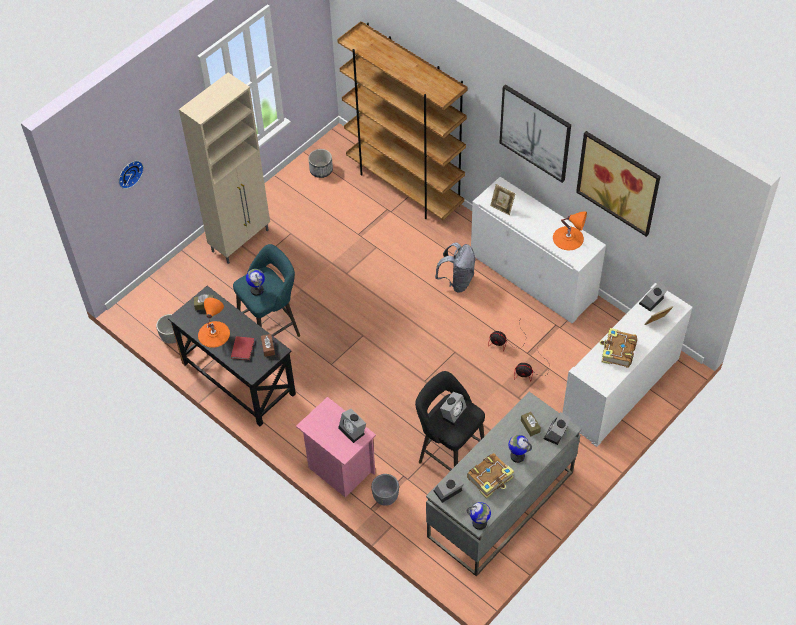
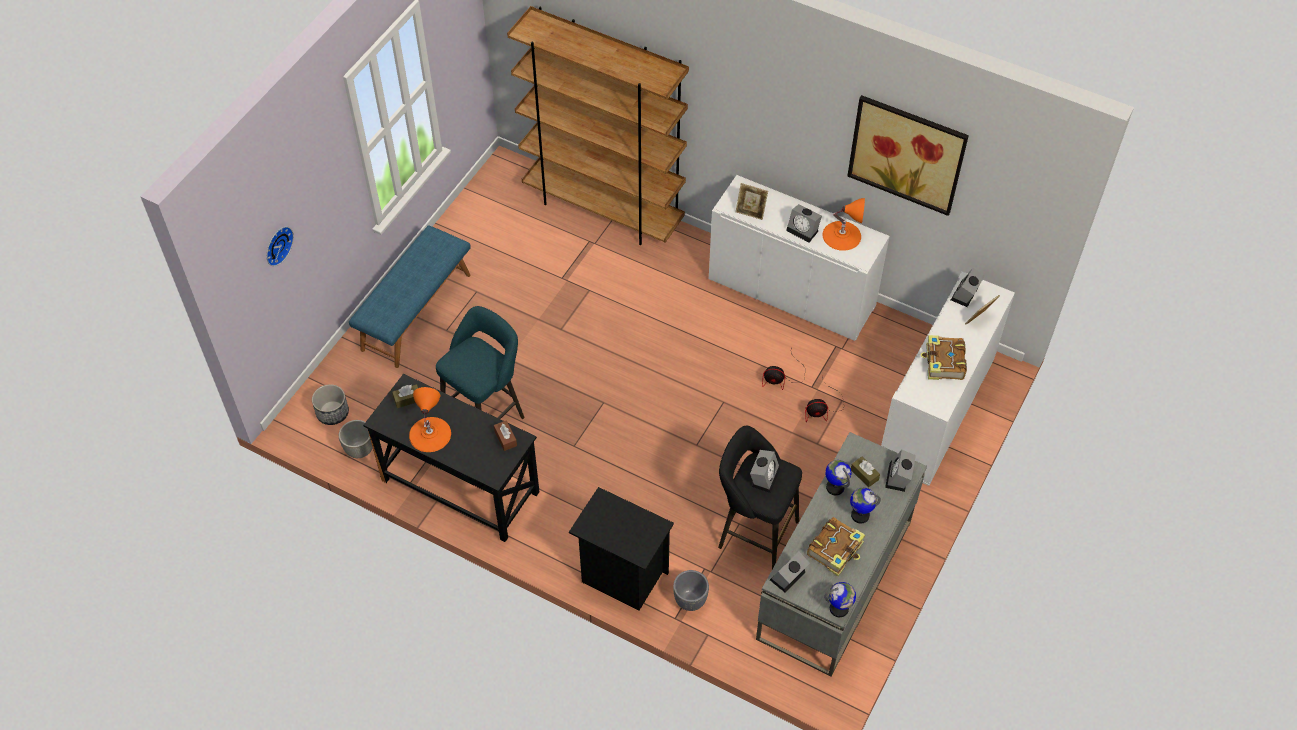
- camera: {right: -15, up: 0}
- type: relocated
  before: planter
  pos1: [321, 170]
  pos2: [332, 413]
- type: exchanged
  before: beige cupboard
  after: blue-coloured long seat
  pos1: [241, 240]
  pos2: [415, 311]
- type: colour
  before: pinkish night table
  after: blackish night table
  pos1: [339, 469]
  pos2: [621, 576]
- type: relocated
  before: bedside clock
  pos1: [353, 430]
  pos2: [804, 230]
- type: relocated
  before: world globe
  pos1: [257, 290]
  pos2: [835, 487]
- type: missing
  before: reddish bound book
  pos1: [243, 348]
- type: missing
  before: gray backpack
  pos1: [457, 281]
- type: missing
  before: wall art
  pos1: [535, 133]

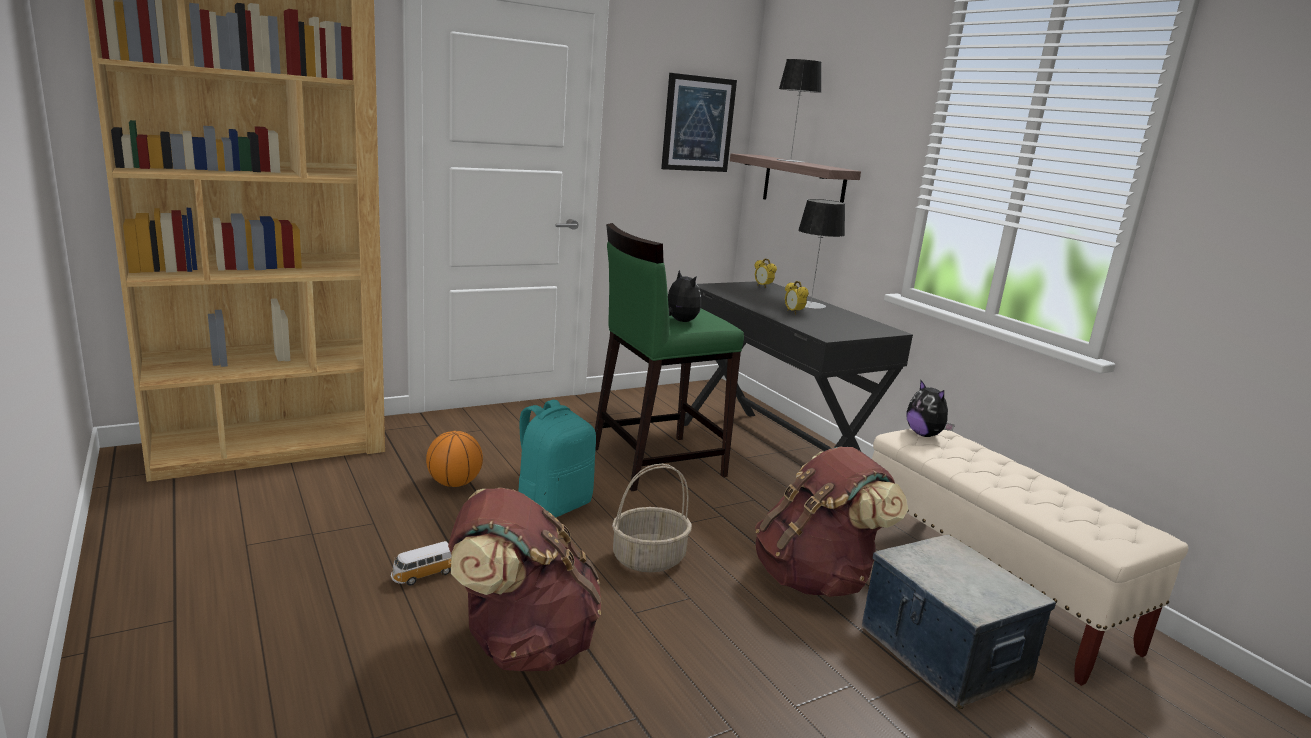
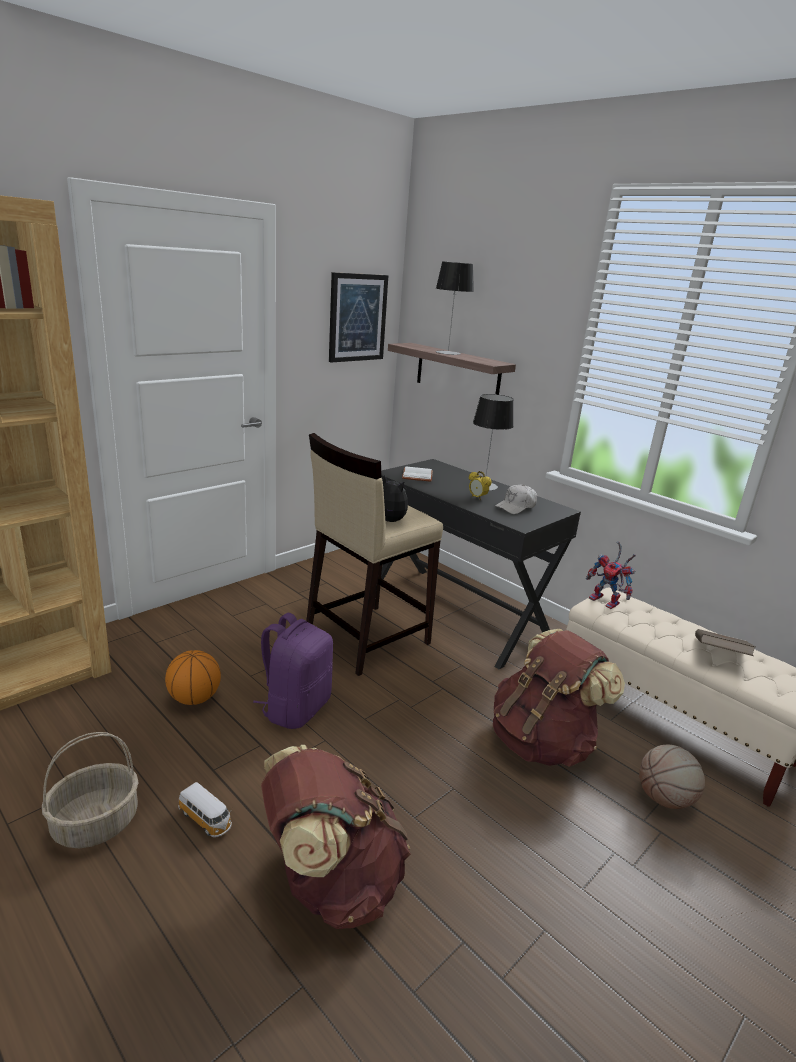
- camera: {right: -15, up: 5}
- type: relocated
  before: storage basket
  pos1: [649, 558]
  pos2: [96, 823]
- type: spun
  before: miniature car
  pos1: [423, 575]
  pos2: [206, 819]
  turn: -90
- type: colour
  before: turquoise-coloured backpack
  after: purplish backpack
  pos1: [552, 506]
  pos2: [295, 708]
- type: colour
  before: green-coloured stool seat
  after: beige stool seat
  pos1: [655, 462]
  pos2: [365, 638]
- type: appeared
  after: white bound book
  pos2: [418, 476]
- type: appeared
  after: white cap
  pos2: [516, 507]
- type: exchanged
  before: cuddly toy
  after: toy robot
  pos1: [925, 435]
  pos2: [607, 602]
- type: exchanged
  before: storage bin
  after: basketball ball
  pos1: [942, 653]
  pos2: [664, 799]
- type: appeared
  after: brown bound book
  pos2: [718, 655]
- type: missing
  before: bedside clock
  pos1: [763, 286]

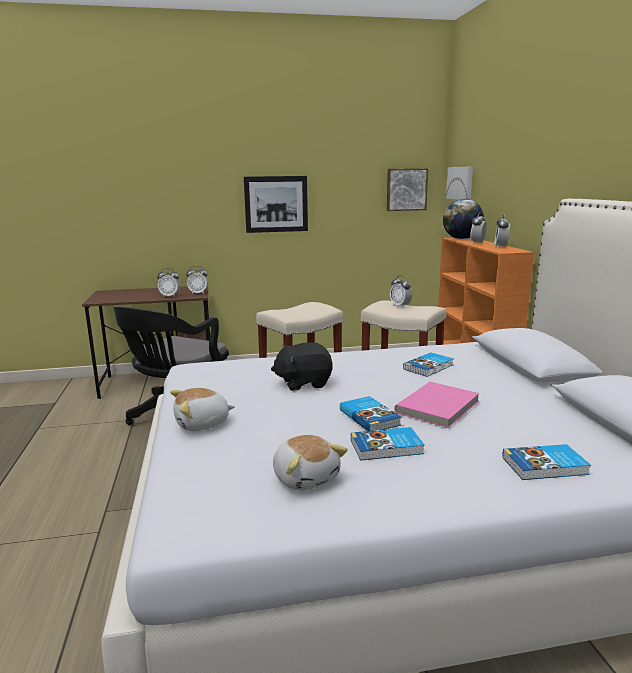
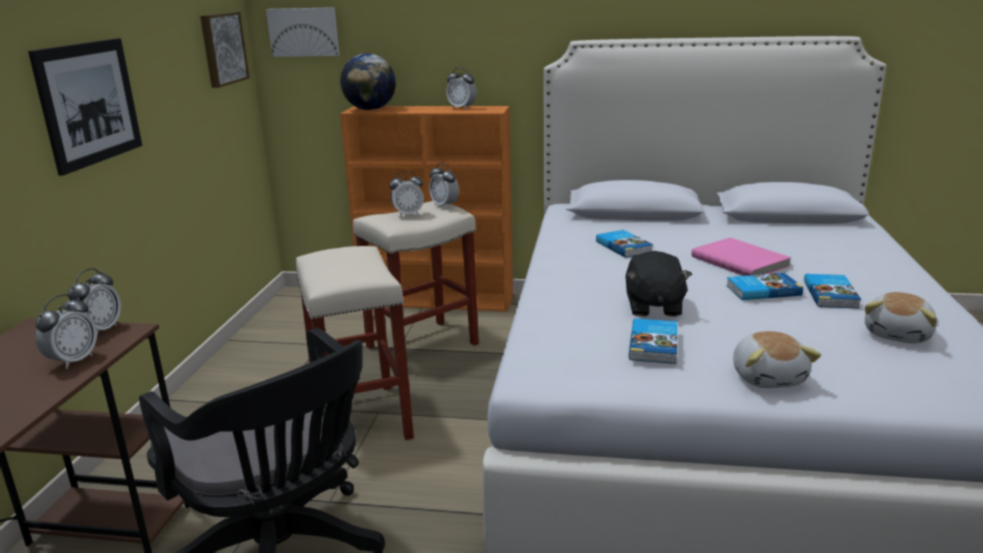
- camera: {right: -70, up: 5}
- type: relocated
  before: bedside clock
  pos1: [477, 243]
  pos2: [444, 205]
- type: relocated
  before: bound book
  pos1: [545, 466]
  pos2: [655, 344]
- type: spun
  before: cuddly toy
  pos1: [306, 477]
  pos2: [899, 334]
  turn: 135

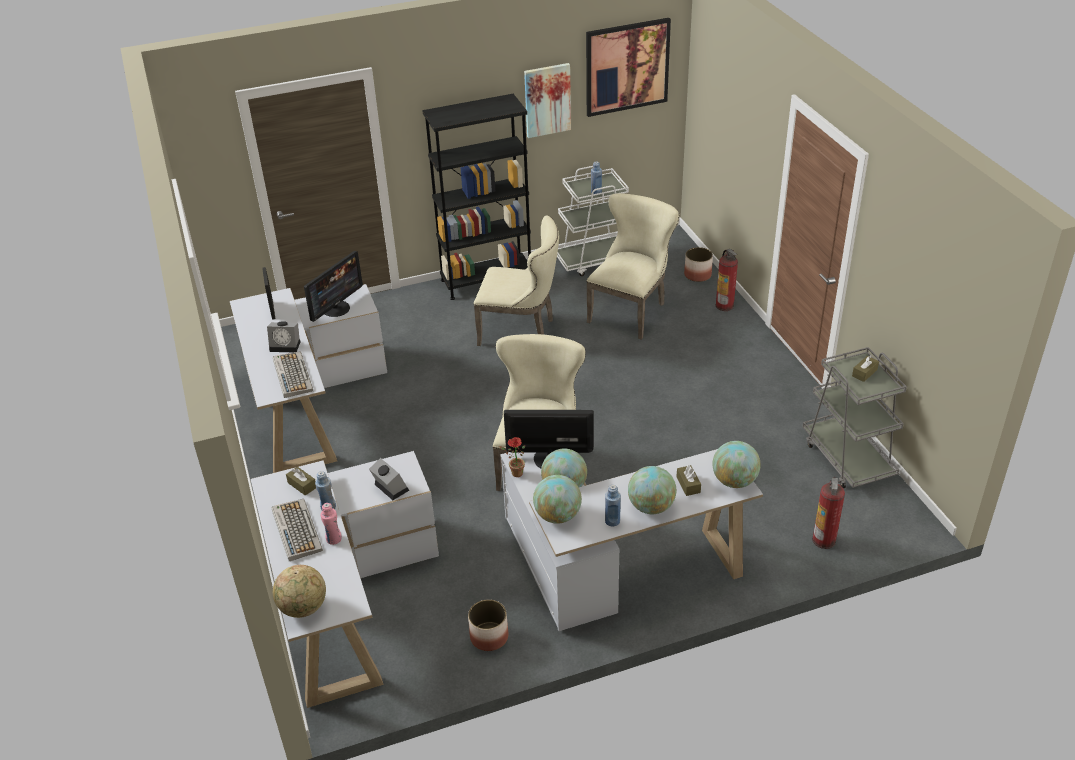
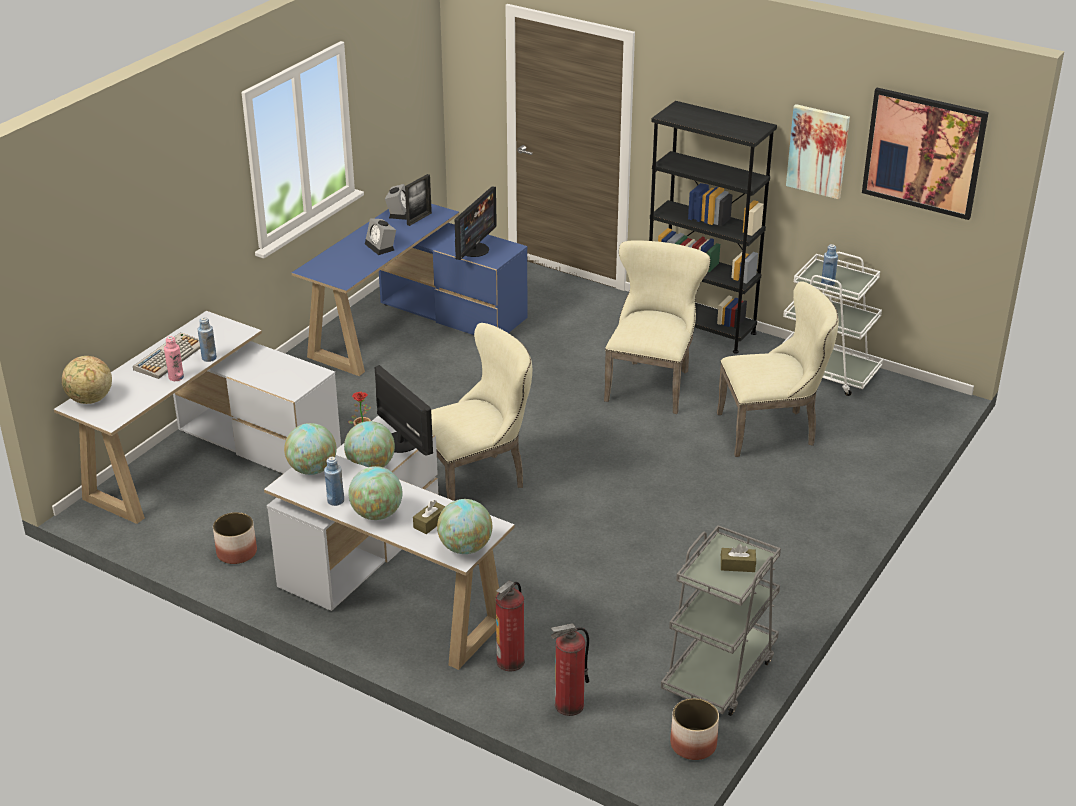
- camera: {right: 50, up: -5}
- type: colour
  before: white desk unit
  after: blue-coloured desk unit
  pos1: [307, 403]
  pos2: [411, 326]
- type: relocated
  before: bedside clock
  pos1: [389, 487]
  pos2: [399, 212]
- type: spun
  before: computer display
  pos1: [336, 308]
  pos2: [474, 249]
  turn: -60
- type: relocated
  before: fire extinguisher
  pos1: [725, 305]
  pos2: [510, 661]
- type: spun
  before: beige plain chair
  pos1: [521, 331]
  pos2: [651, 383]
  turn: -135
- type: relocated
  before: planter
  pos1: [698, 275]
  pos2: [693, 745]
- type: missing
  before: computer keyboard
  pos1: [292, 375]
- type: missing
  before: brown tissue box
  pos1: [302, 485]

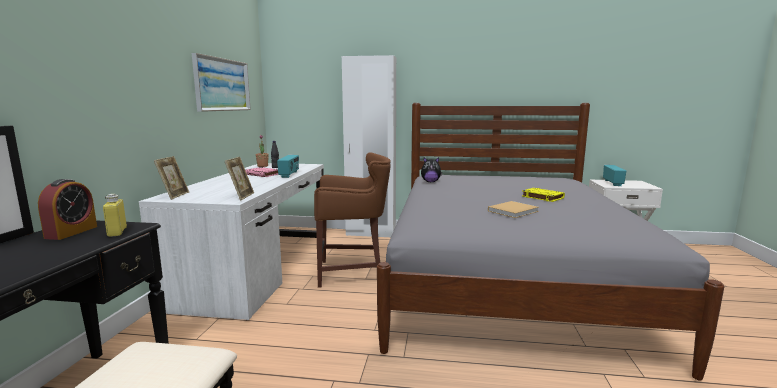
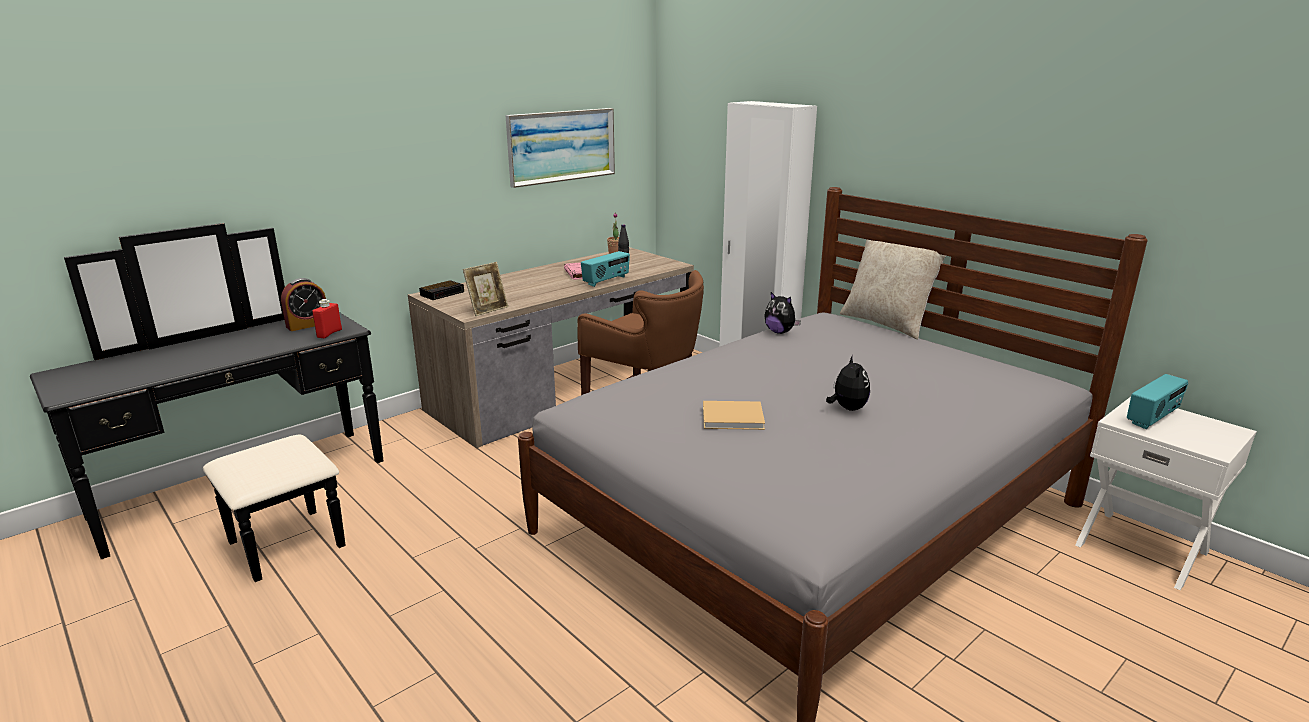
- camera: {right: 40, up: 10}
- type: colour
  before: yellow-coloured bottle
  after: reddish bottle
  pos1: [117, 232]
  pos2: [329, 333]
- type: colour
  before: white desk unit
  after: brown desk unit
  pos1: [259, 267]
  pos2: [564, 390]
- type: exchanged
  before: picture frame
  after: bedside clock
  pos1: [174, 195]
  pos2: [443, 293]
- type: exchanged
  before: yellow-coloured bound book
  after: cuddly toy
  pos1: [542, 197]
  pos2: [847, 408]
- type: appeared
  after: beige cushion
  pos2: [887, 323]

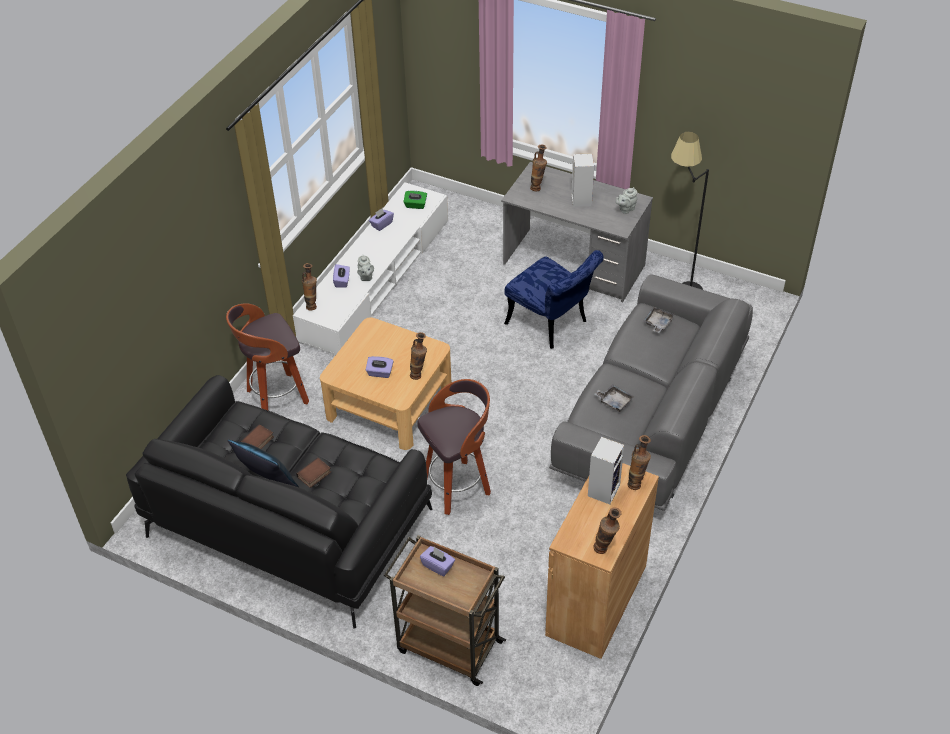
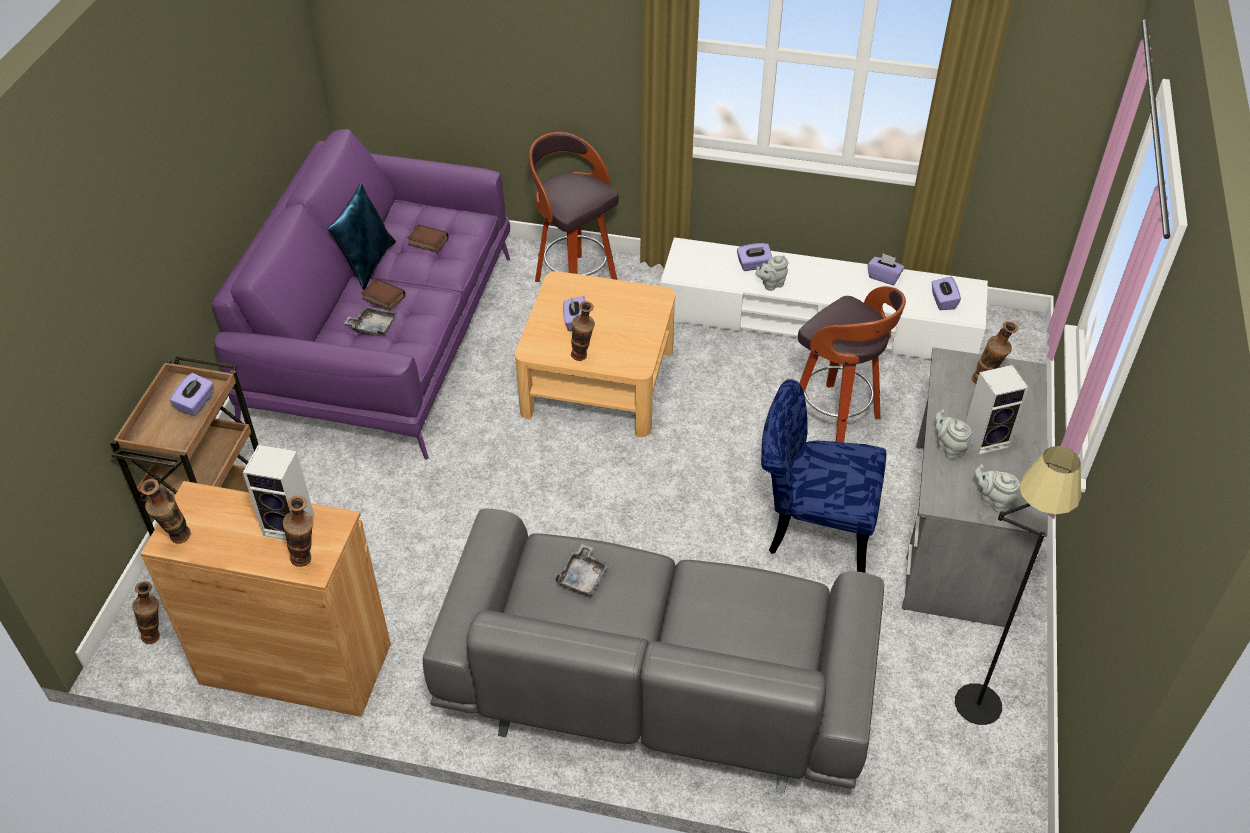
- camera: {right: 75, up: 0}
- type: relocated
  before: decorative vase
  pos1: [312, 305]
  pos2: [157, 636]
- type: colour
  before: blackish couch
  after: purplish couch
  pos1: [287, 522]
  pos2: [384, 335]
- type: relocated
  before: gray tray
  pos1: [657, 323]
  pos2: [373, 326]
- type: spun
  before: blue-coloured plain chair
  pos1: [552, 325]
  pos2: [811, 526]
  turn: 75
- type: relocated
  before: stool seat
  pos1: [458, 486]
  pos2: [836, 418]
- type: colour
  before: green-coloured tissue box
  after: purplish tissue box
  pos1: [415, 205]
  pos2: [943, 301]
- type: appeared
  after: gray pot for tea
  pos2: [948, 448]

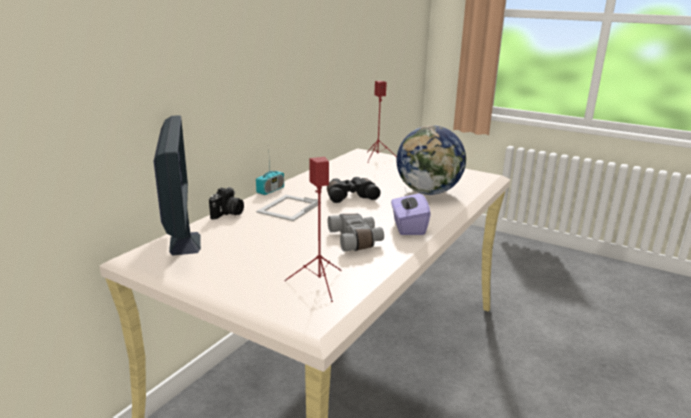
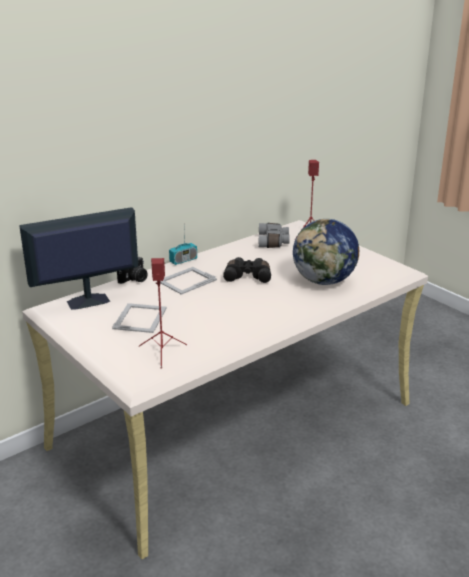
- camera: {right: 20, up: 5}
- type: spun
  before: computer display
  pos1: [185, 242]
  pos2: [87, 301]
  turn: -120
- type: appeared
  after: picture frame
  pos2: [140, 318]
- type: relocated
  before: gray pair of binoculars
  pos1: [357, 240]
  pos2: [274, 242]
- type: missing
  before: purplish tissue box
  pos1: [408, 227]

